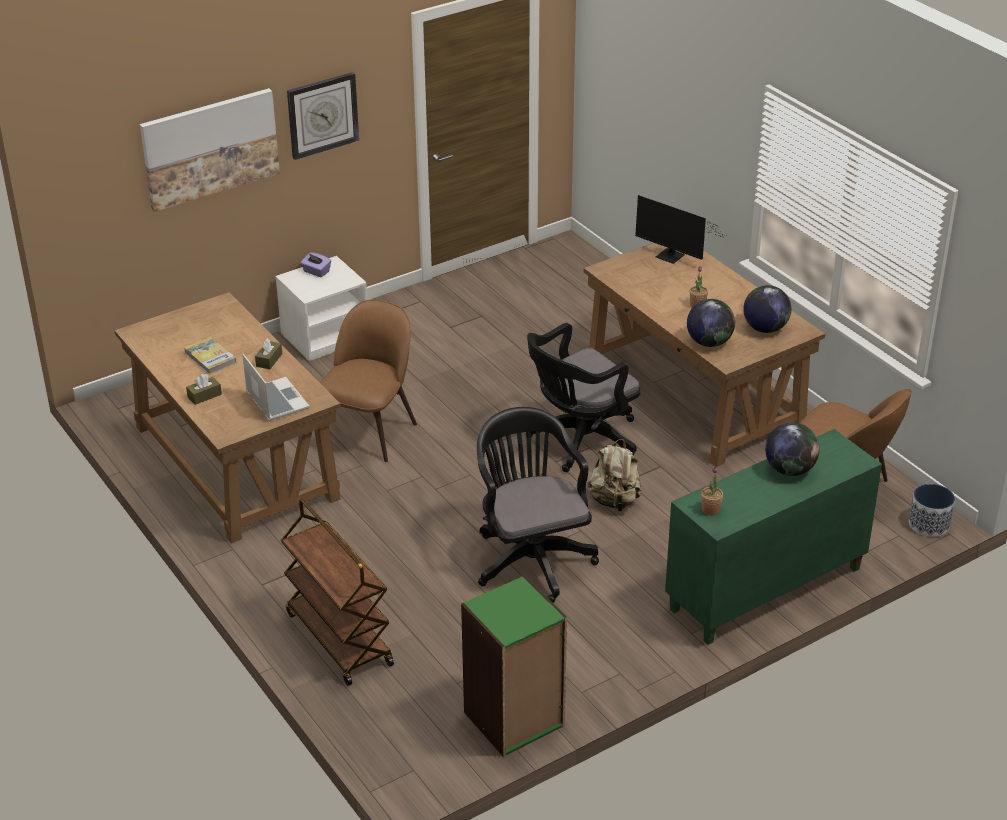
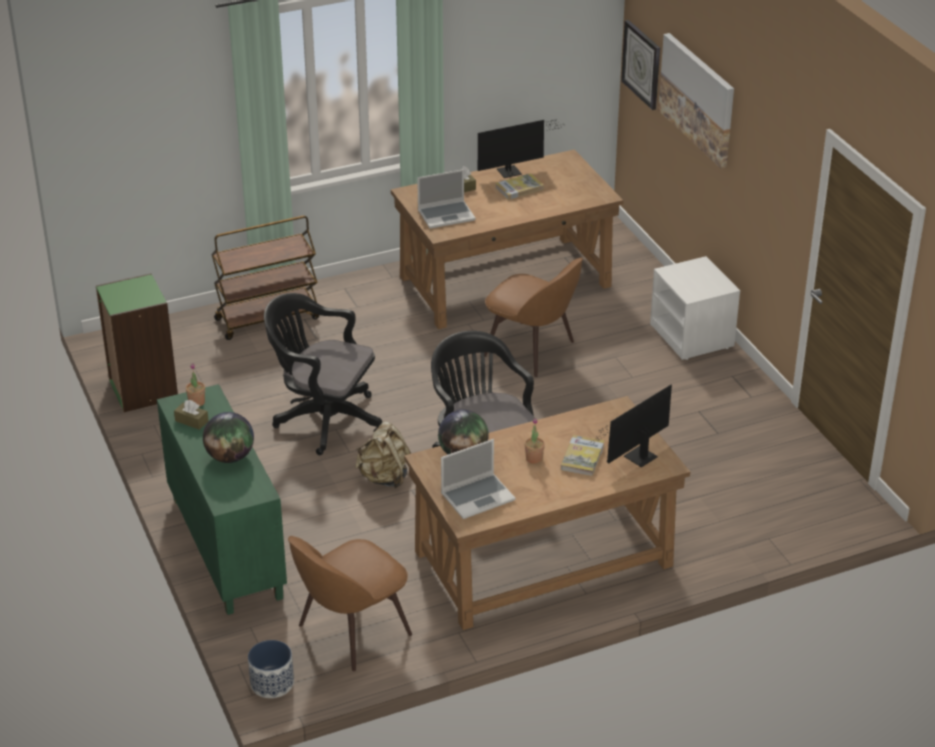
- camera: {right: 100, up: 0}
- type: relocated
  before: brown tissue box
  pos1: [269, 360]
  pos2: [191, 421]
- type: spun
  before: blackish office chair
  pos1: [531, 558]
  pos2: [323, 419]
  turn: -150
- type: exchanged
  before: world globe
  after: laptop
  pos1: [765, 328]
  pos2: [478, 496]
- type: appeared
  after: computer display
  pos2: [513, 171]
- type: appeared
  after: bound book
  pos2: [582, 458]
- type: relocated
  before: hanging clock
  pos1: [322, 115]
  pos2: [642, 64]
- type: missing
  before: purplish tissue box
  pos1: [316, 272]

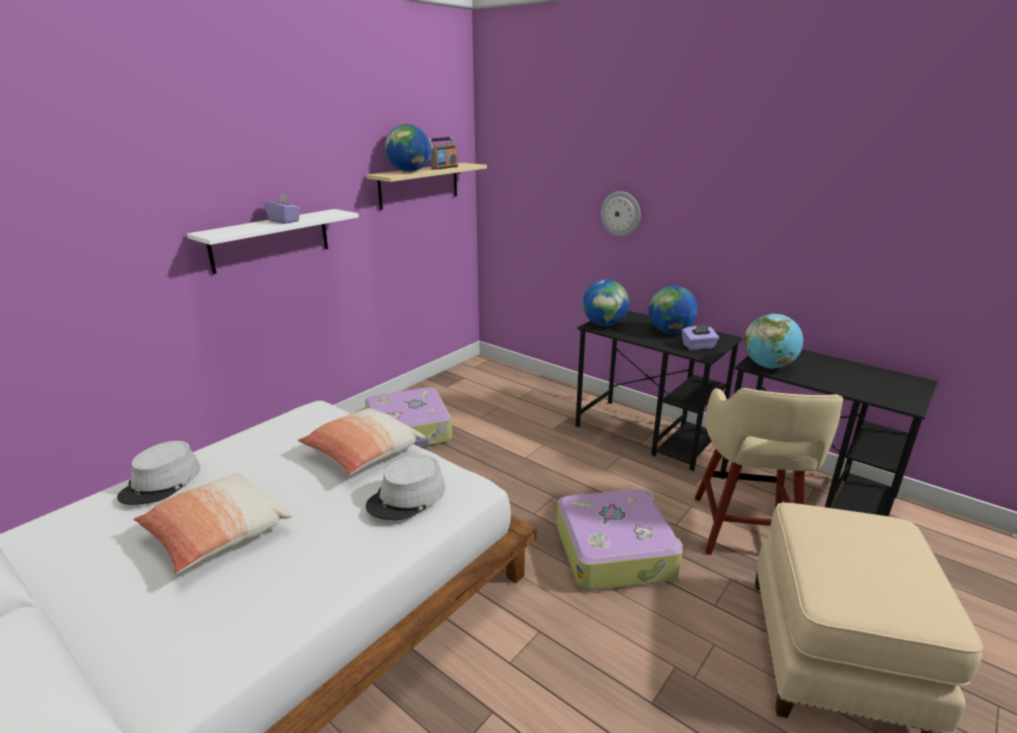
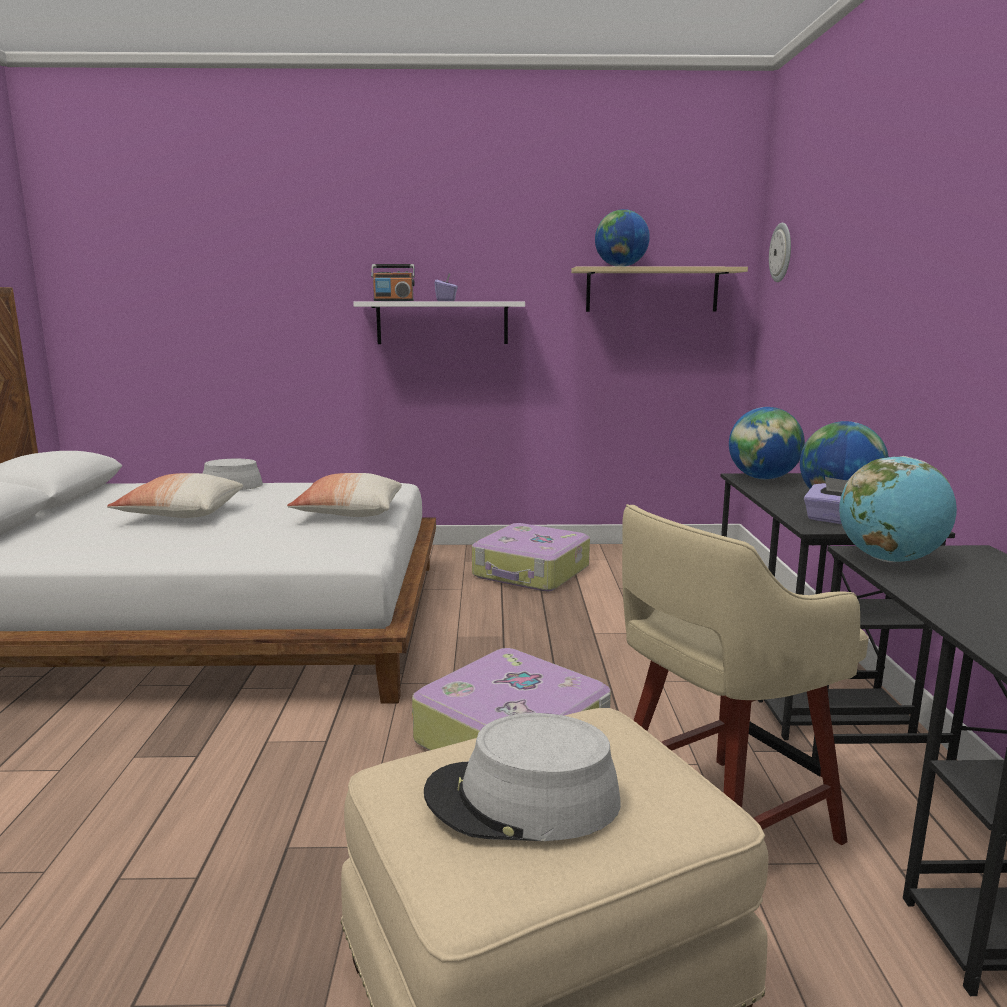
- camera: {right: 50, up: -10}
- type: relocated
  before: radio receiver
  pos1: [444, 167]
  pos2: [393, 301]
- type: relocated
  before: gray clothing hat
  pos1: [407, 497]
  pos2: [522, 800]
- type: relocated
  before: hanging clock
  pos1: [621, 213]
  pos2: [781, 252]

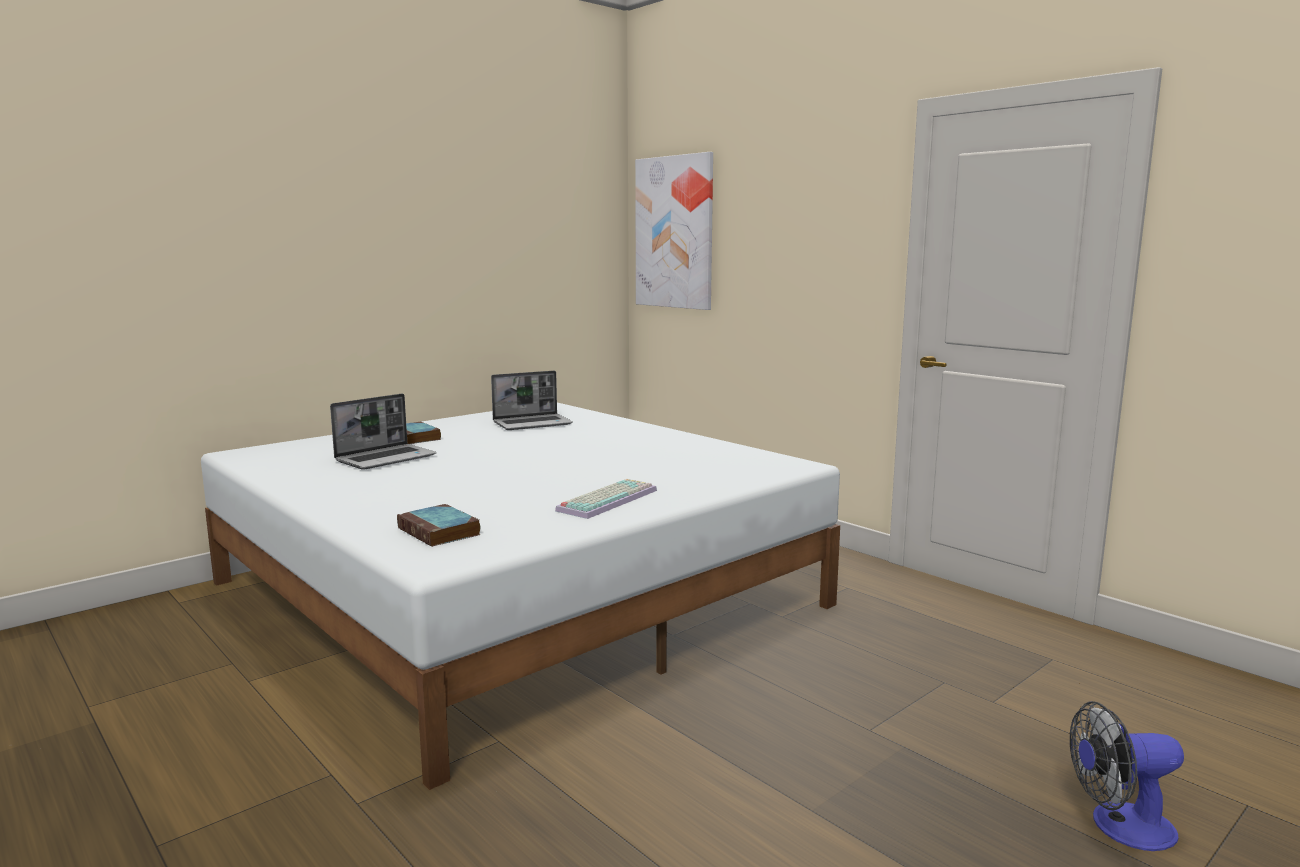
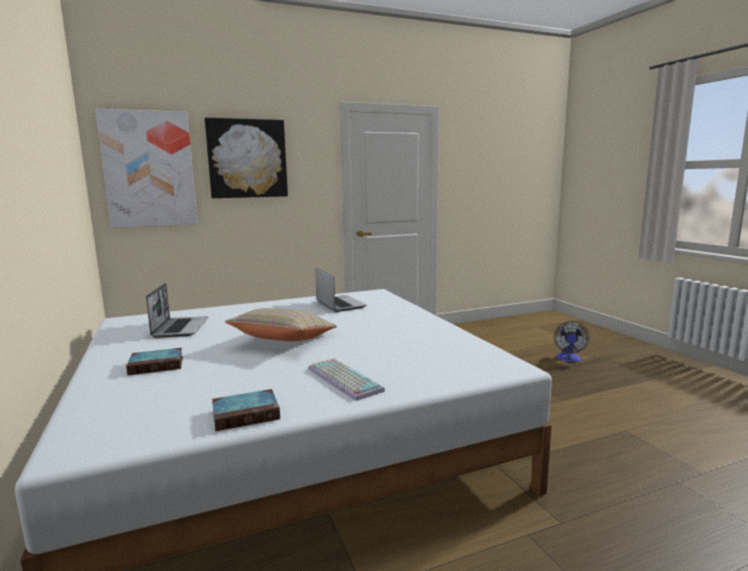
- camera: {right: -70, up: 0}
- type: appeared
  after: wall art
  pos2: [247, 158]
- type: relocated
  before: bound book
  pos1: [440, 532]
  pos2: [247, 414]
- type: appeared
  after: beige cushion
  pos2: [284, 341]
- type: relocated
  before: computer keyboard
  pos1: [607, 499]
  pos2: [342, 379]
- type: relocated
  before: laptop
  pos1: [386, 458]
  pos2: [339, 304]

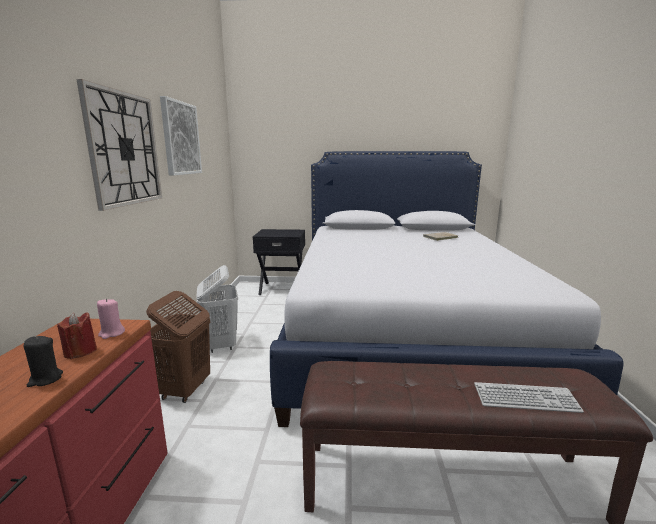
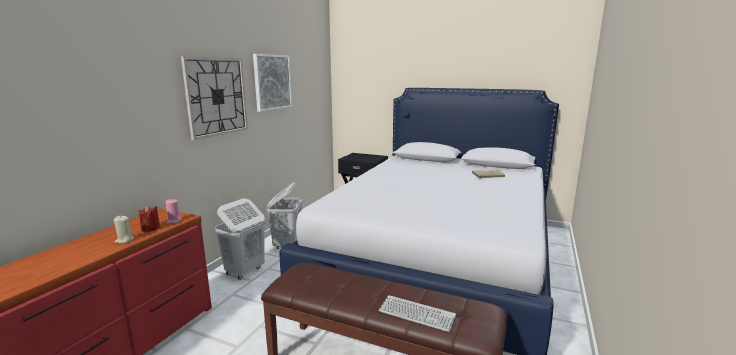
- camera: {right: 20, up: 0}
- type: colour
  before: blackish wax light
  after: beige wax light
  pos1: [45, 379]
  pos2: [124, 240]
- type: colour
  before: brown hamper
  after: white hamper
  pos1: [185, 390]
  pos2: [244, 271]

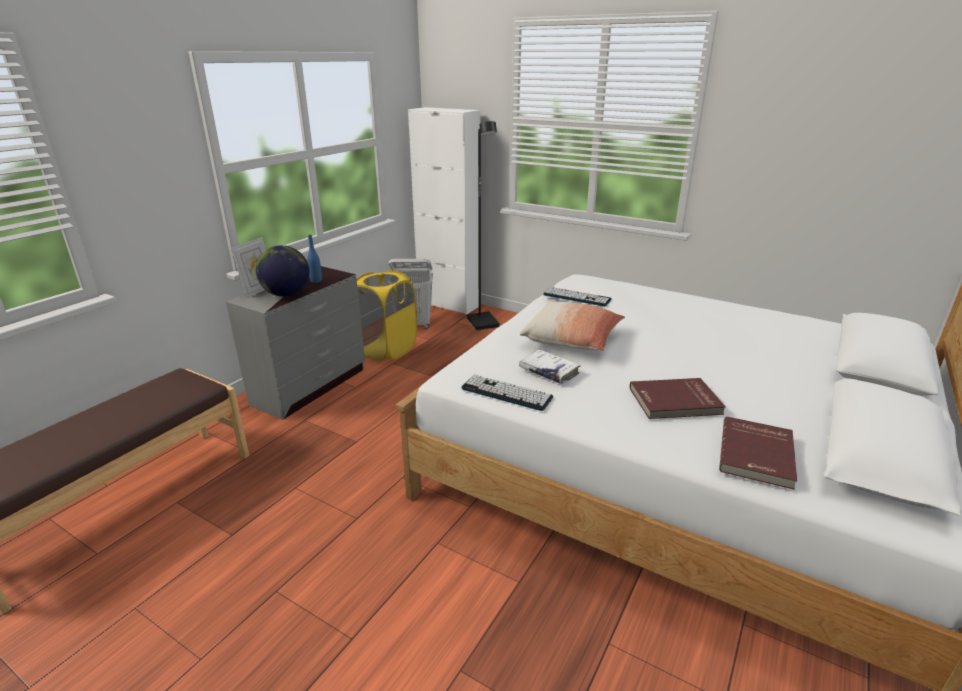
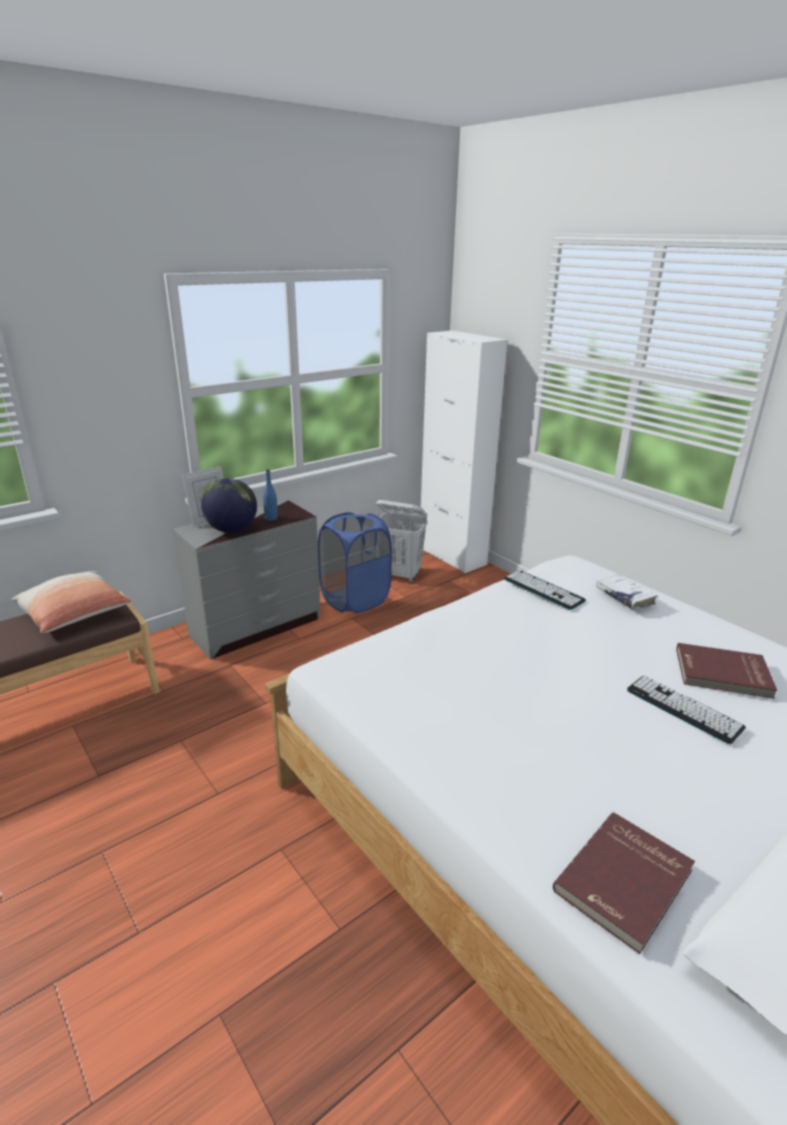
- camera: {right: 20, up: 0}
- type: relocated
  before: cushion
  pos1: [572, 340]
  pos2: [75, 614]
- type: colour
  before: yellow-coloured hamper
  after: blue-coloured hamper
  pos1: [387, 349]
  pos2: [355, 599]
- type: relocated
  before: white bound book
  pos1: [549, 372]
  pos2: [624, 597]
- type: relocated
  before: computer keyboard
  pos1: [506, 393]
  pos2: [683, 709]
- type: relocated
  before: reddish bound book
  pos1: [675, 402]
  pos2: [723, 674]
- type: missing
  before: blackish standard lamp
  pos1: [483, 323]

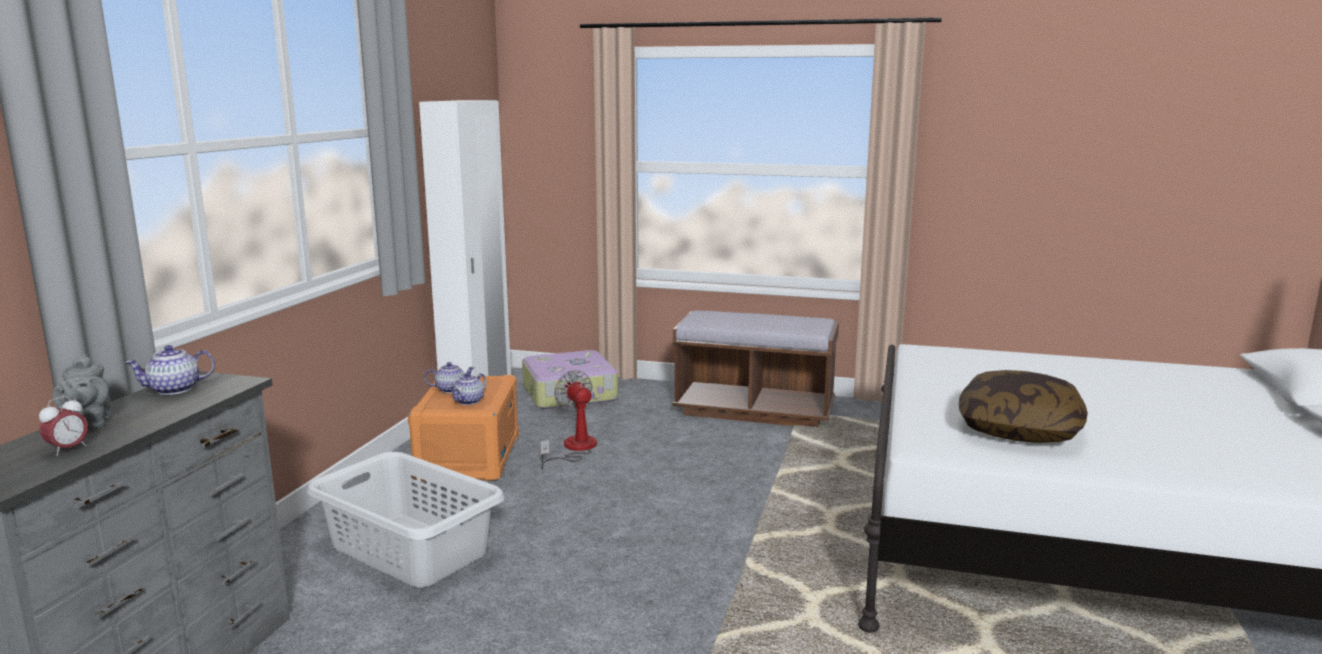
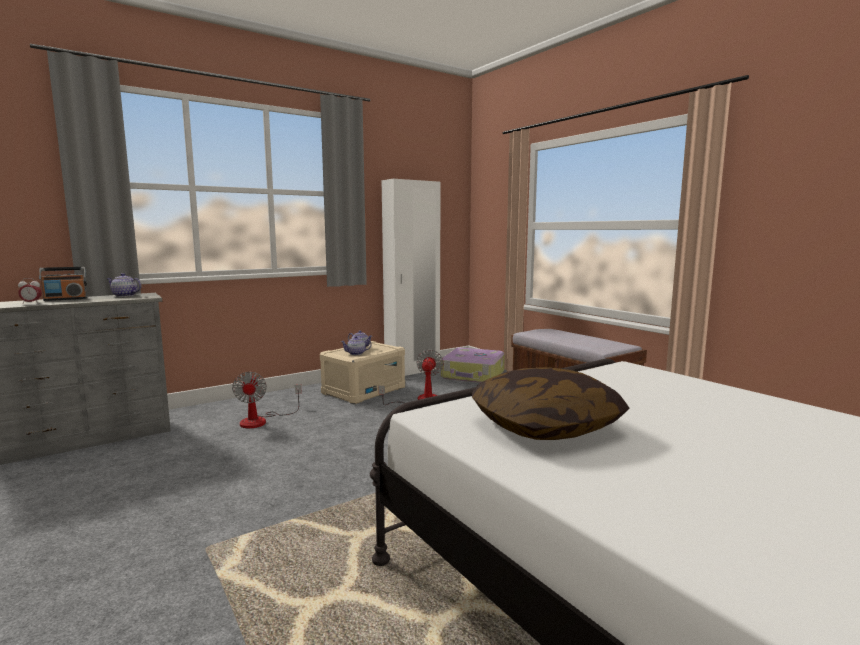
- camera: {right: 40, up: -5}
- type: exchanged
  before: gray pot for tea
  after: radio receiver
  pos1: [88, 424]
  pos2: [65, 299]
- type: exchanged
  before: gray hamper
  after: cooling fan
  pos1: [410, 548]
  pos2: [261, 420]
- type: colour
  before: orange storage bin
  after: beige storage bin
  pos1: [468, 457]
  pos2: [364, 390]

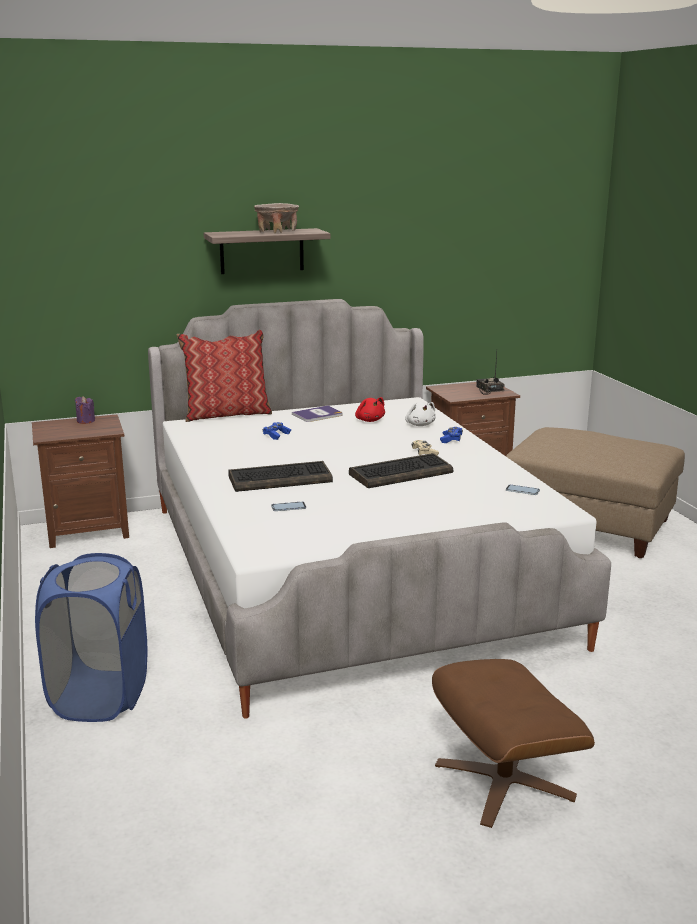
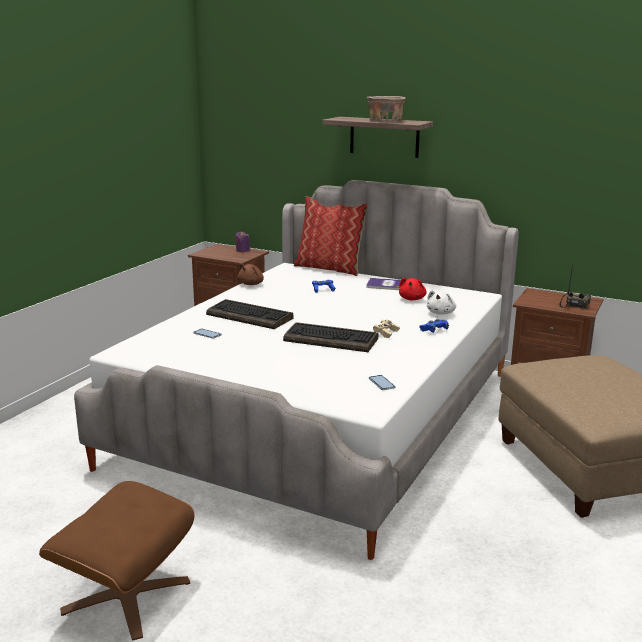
- camera: {right: 45, up: 0}
- type: appeared
  after: brown cuddly toy
  pos2: [251, 284]
- type: missing
  before: blue-coloured hamper
  pos1: [100, 696]

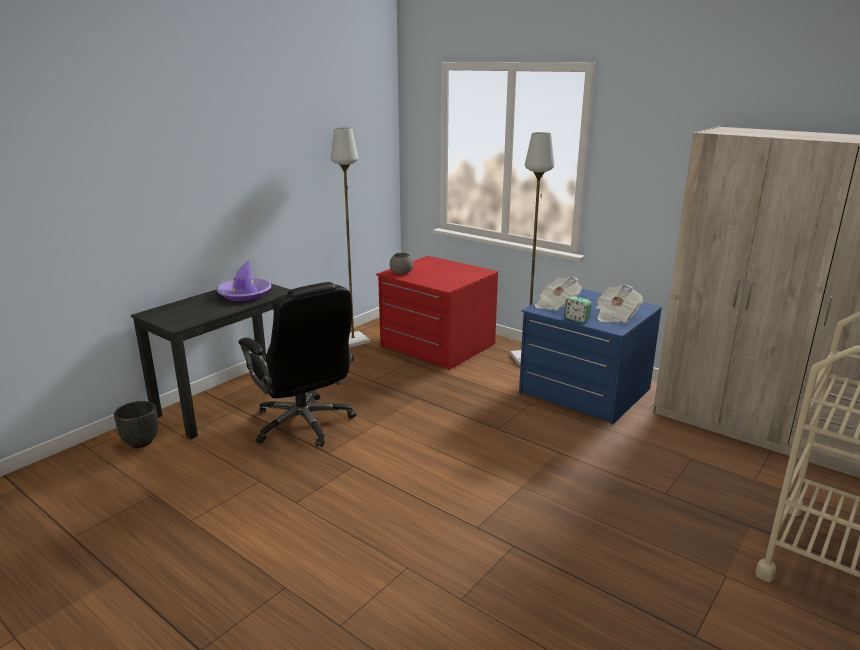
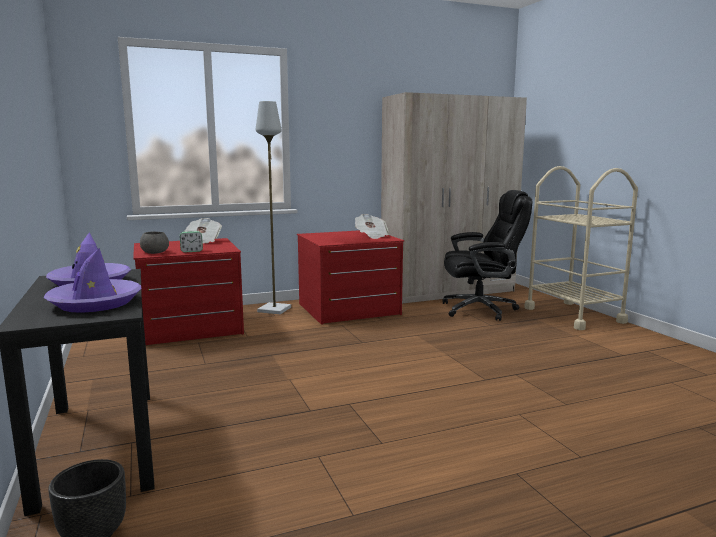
- camera: {right: -60, up: -10}
- type: appeared
  after: purplish clothing hat
  pos2: [95, 303]
- type: relocated
  before: bedside clock
  pos1: [576, 319]
  pos2: [191, 251]
- type: relocated
  before: daily paper
  pos1: [556, 305]
  pos2: [202, 242]
- type: colour
  before: blue-coloured dresser
  after: reddish dresser
  pos1: [583, 391]
  pos2: [349, 309]
- type: relocated
  before: blackish office chair
  pos1: [304, 424]
  pos2: [481, 309]
- type: missing
  before: gray standard lamp
  pos1: [353, 341]

